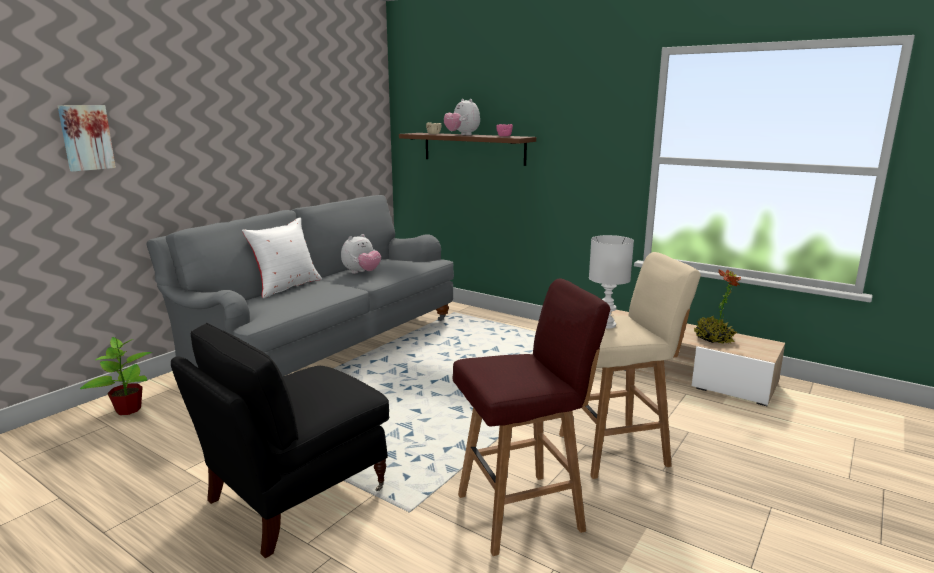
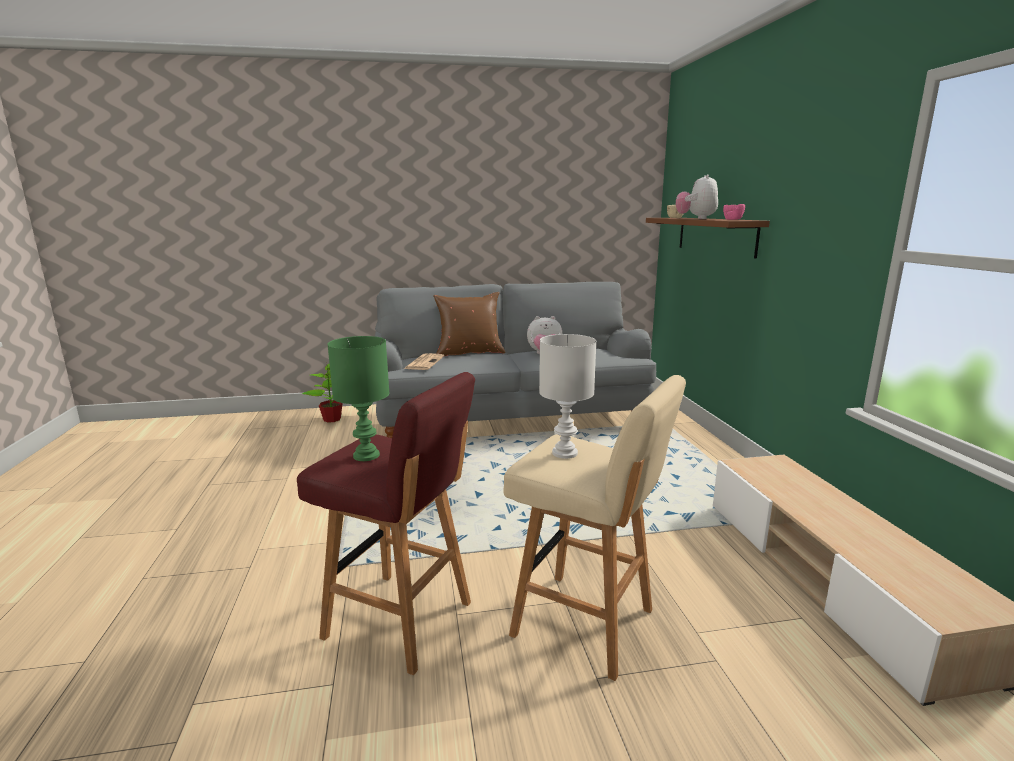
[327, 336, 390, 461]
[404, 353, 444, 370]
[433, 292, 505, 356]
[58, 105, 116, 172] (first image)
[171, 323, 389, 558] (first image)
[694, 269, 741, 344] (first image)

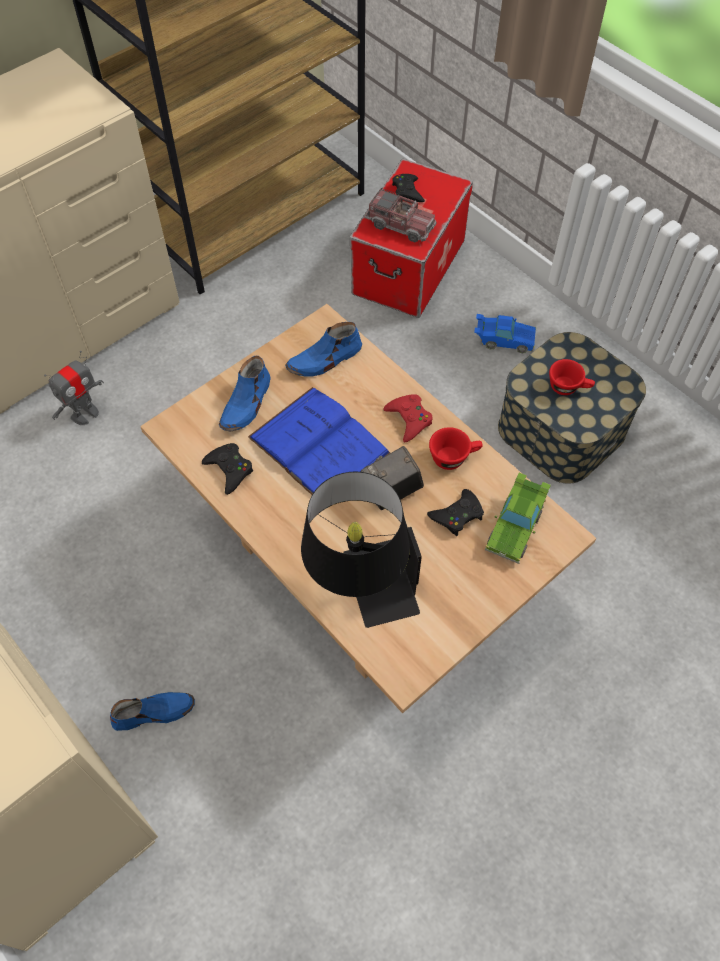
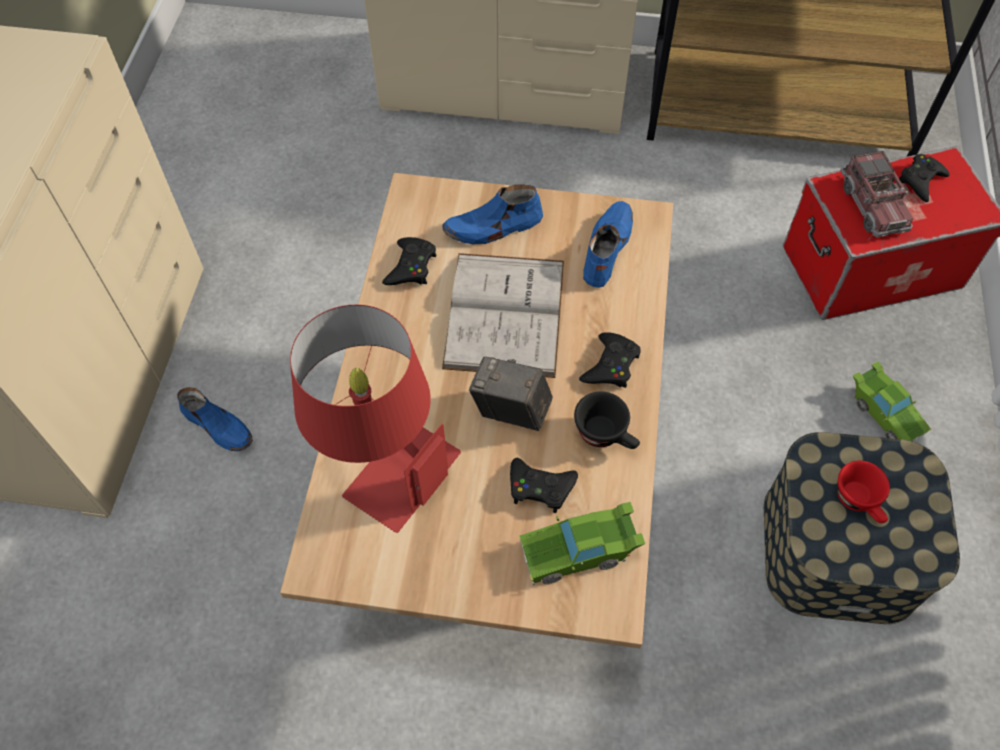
[290, 305, 461, 533]
[442, 253, 564, 378]
[574, 391, 640, 449]
[579, 332, 641, 388]
[583, 201, 633, 288]
[853, 361, 931, 442]
[44, 351, 104, 425] (first image)

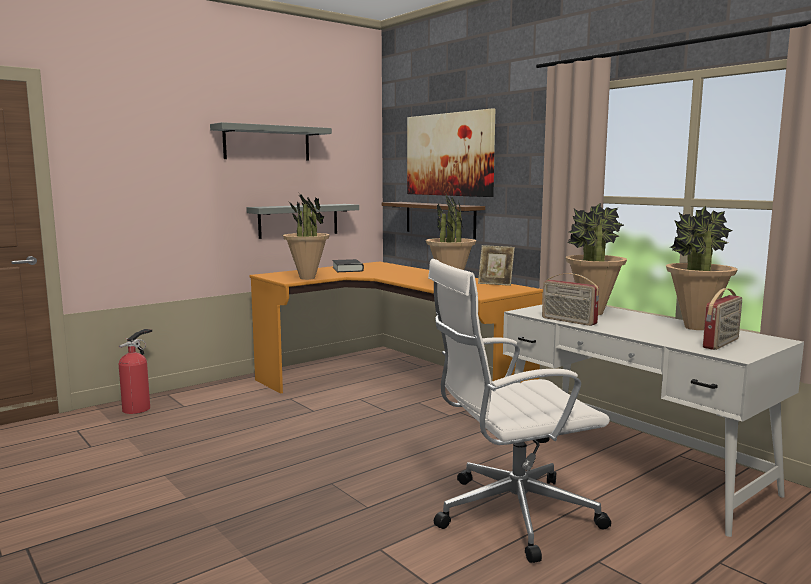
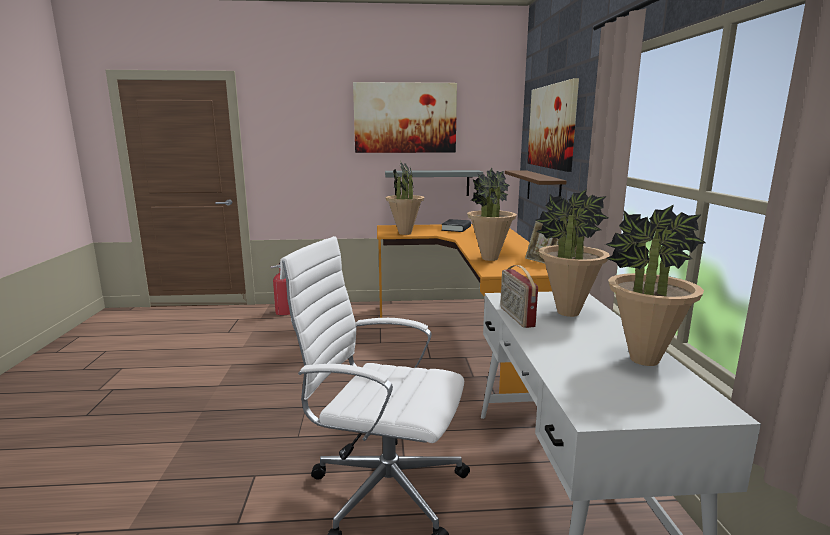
[353, 82, 457, 153]
[703, 288, 742, 350] (first image)

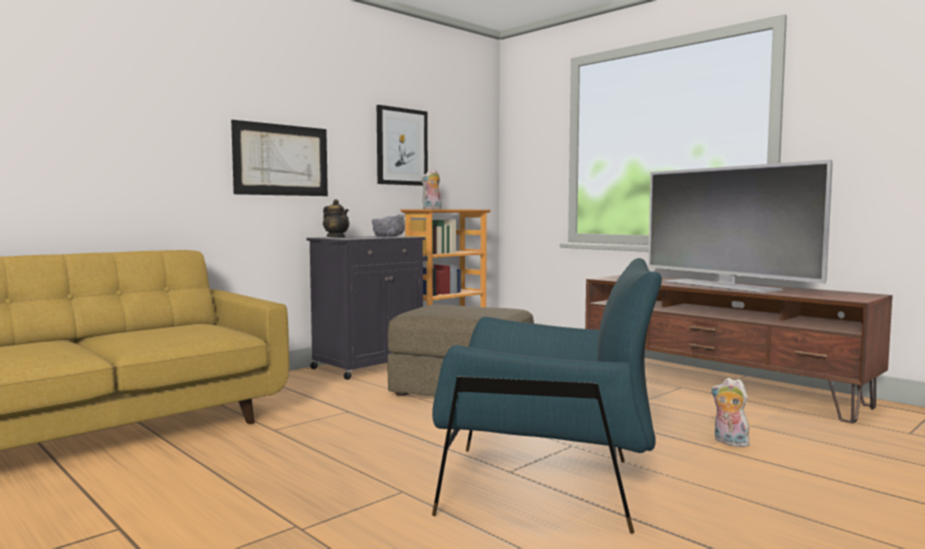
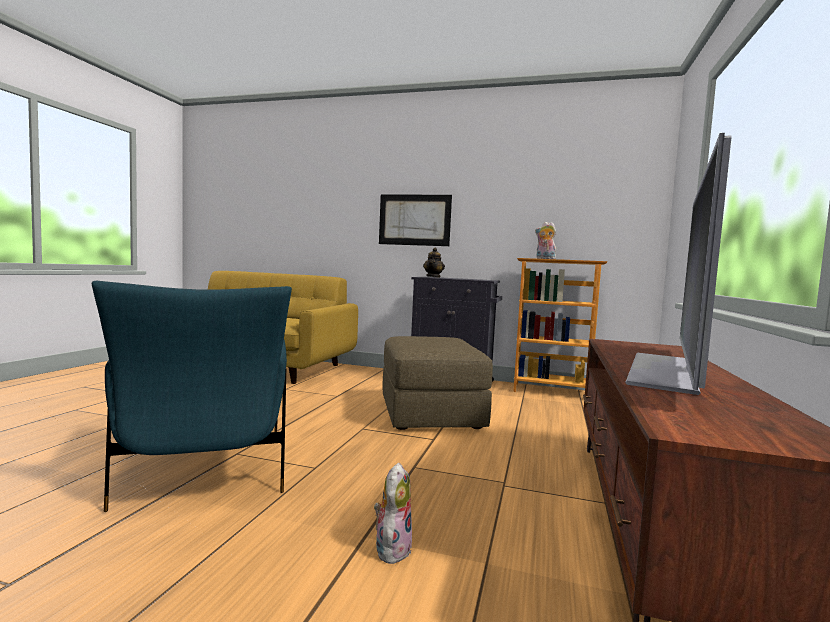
[372, 215, 405, 237] (first image)
[377, 105, 428, 186] (first image)

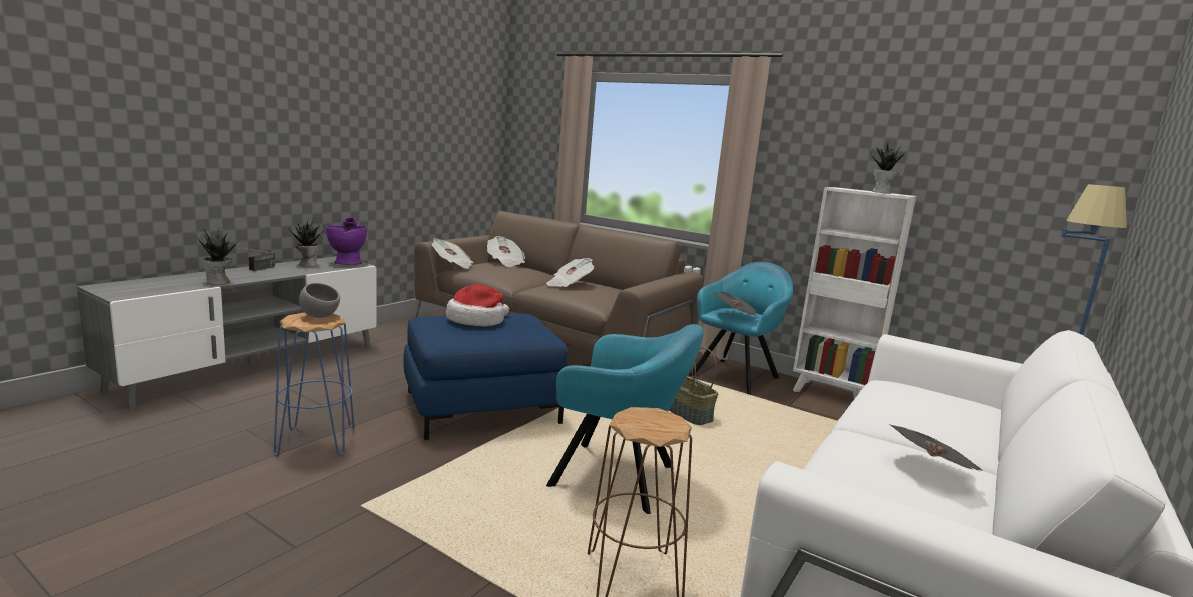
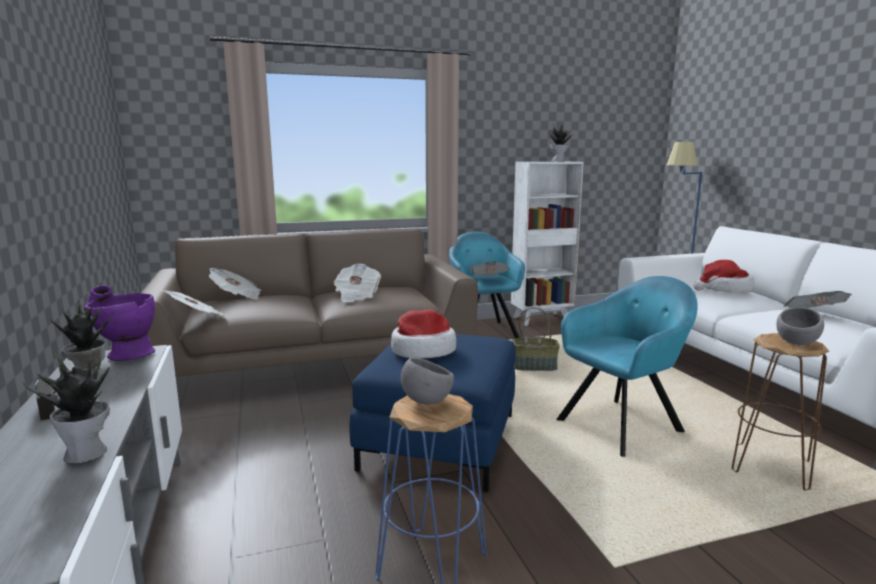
[693, 260, 754, 293]
[776, 307, 824, 345]

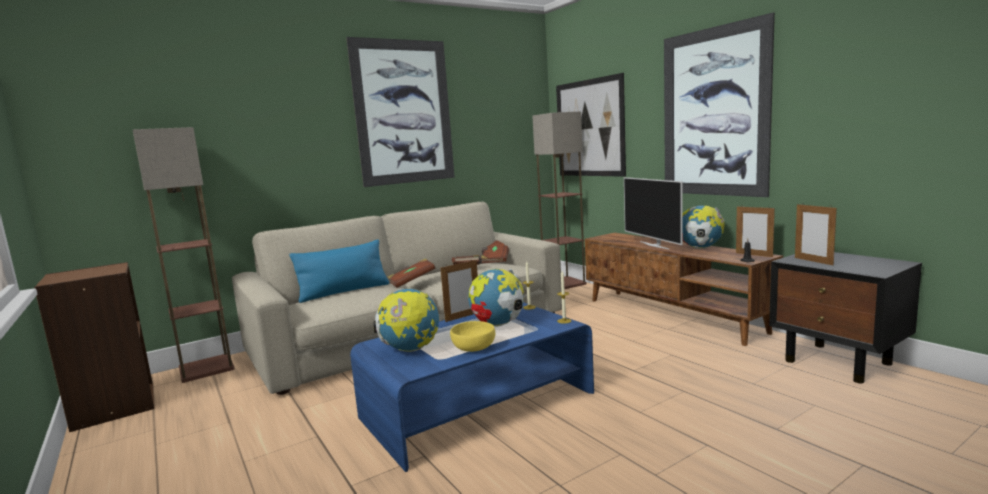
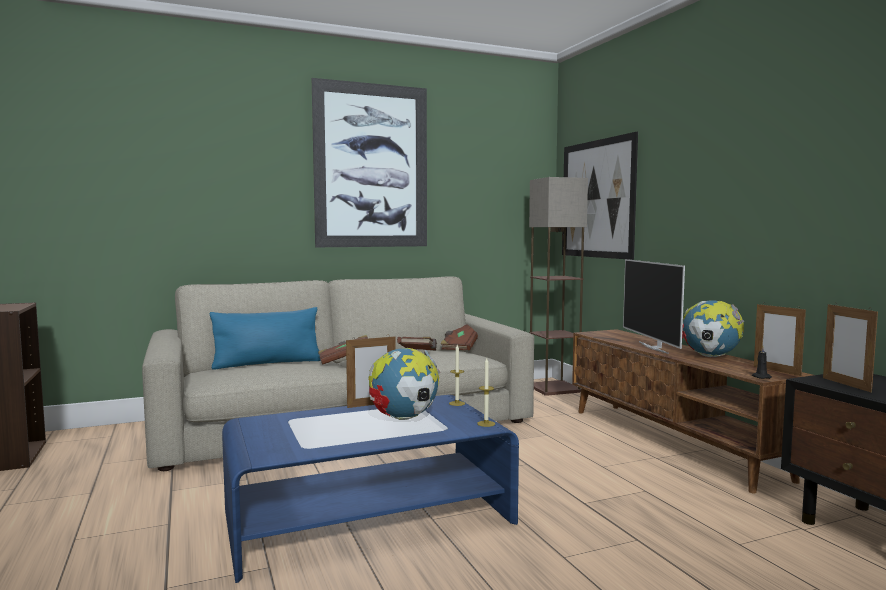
[133, 127, 235, 383] (first image)
[373, 288, 439, 352] (first image)
[450, 321, 495, 352] (first image)
[664, 12, 775, 197] (first image)

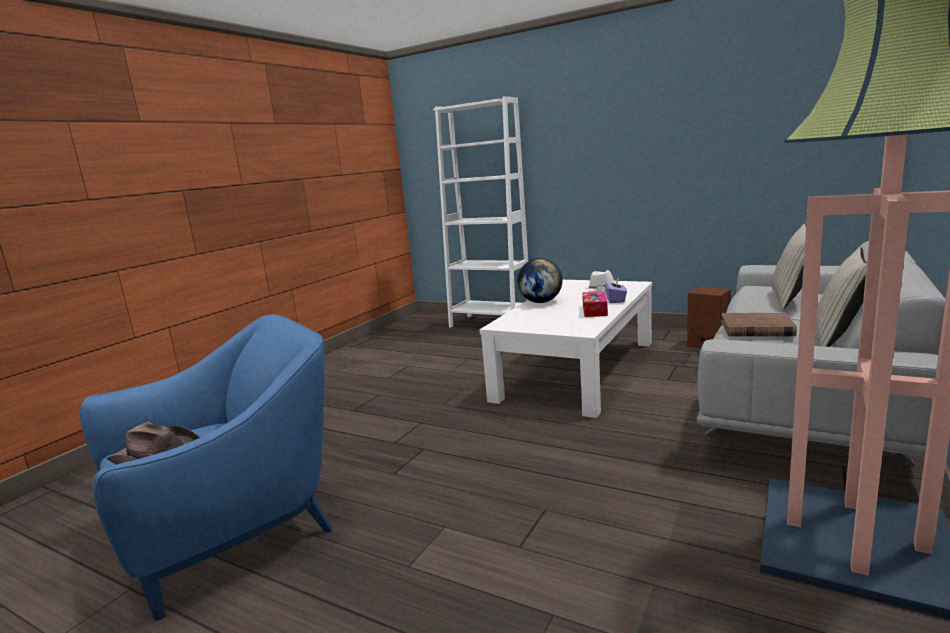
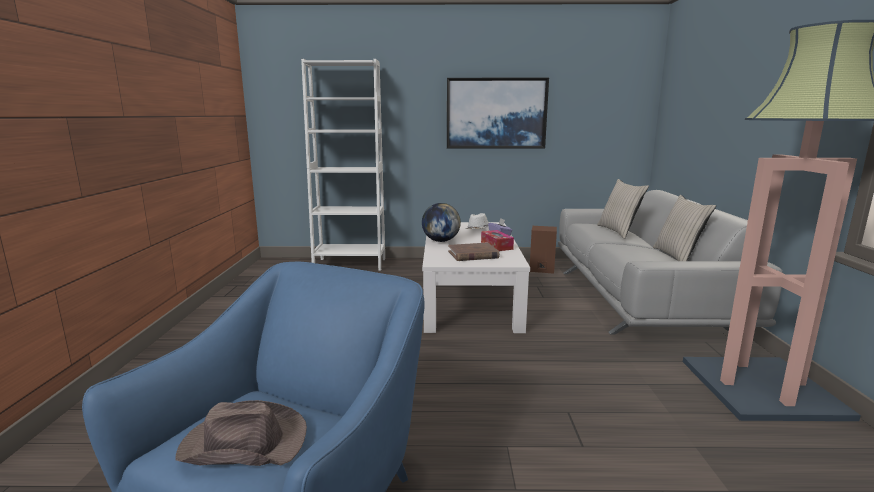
[447, 78, 549, 148]
[448, 243, 500, 261]

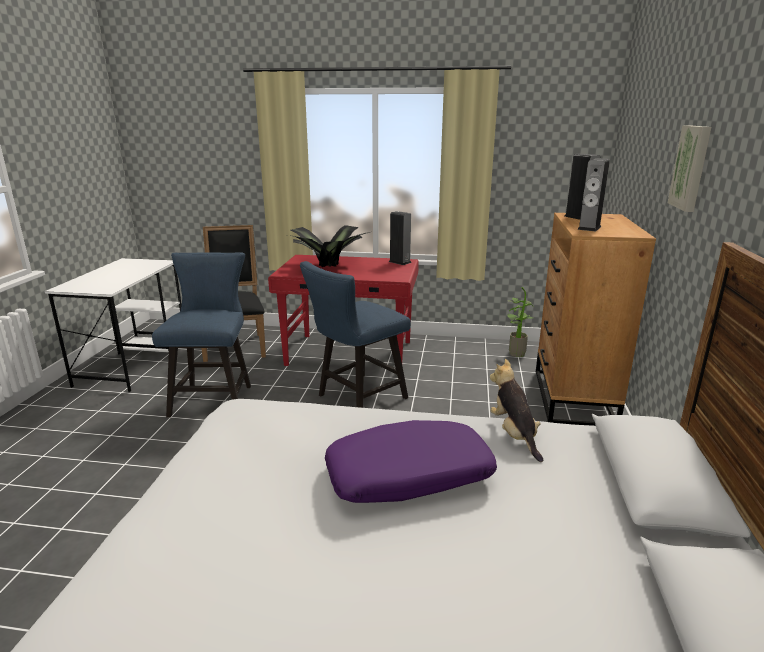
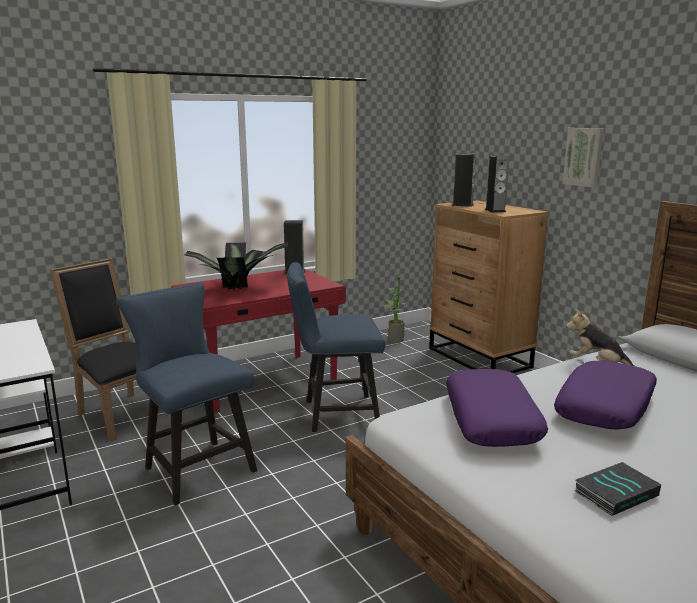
[287, 262, 385, 432]
[446, 369, 548, 447]
[575, 462, 661, 516]

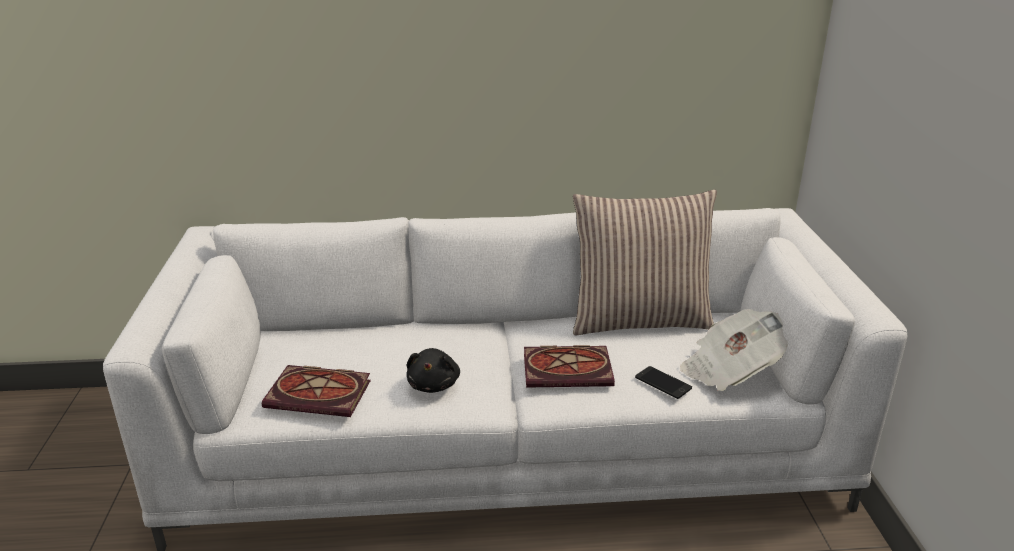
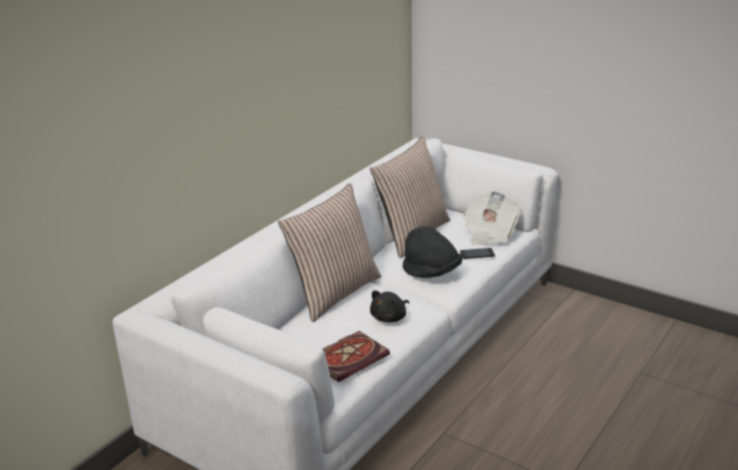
[278, 183, 381, 322]
[370, 290, 409, 322]
[403, 226, 462, 278]

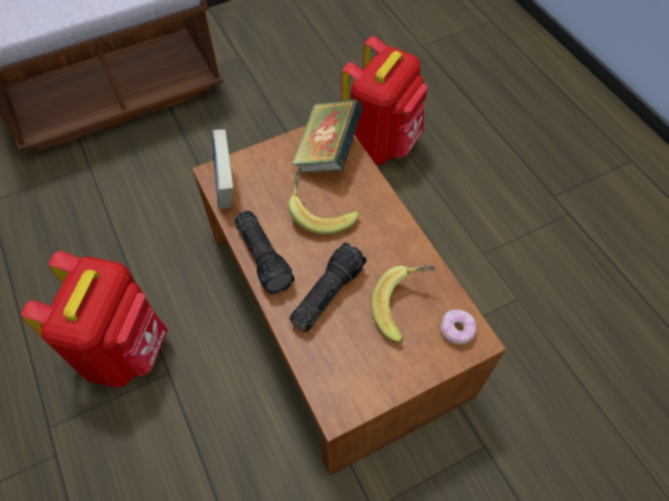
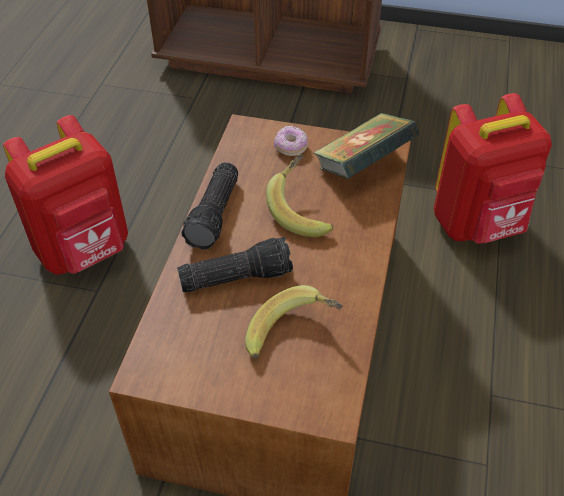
[274, 126, 308, 156]
[212, 129, 233, 209] (first image)

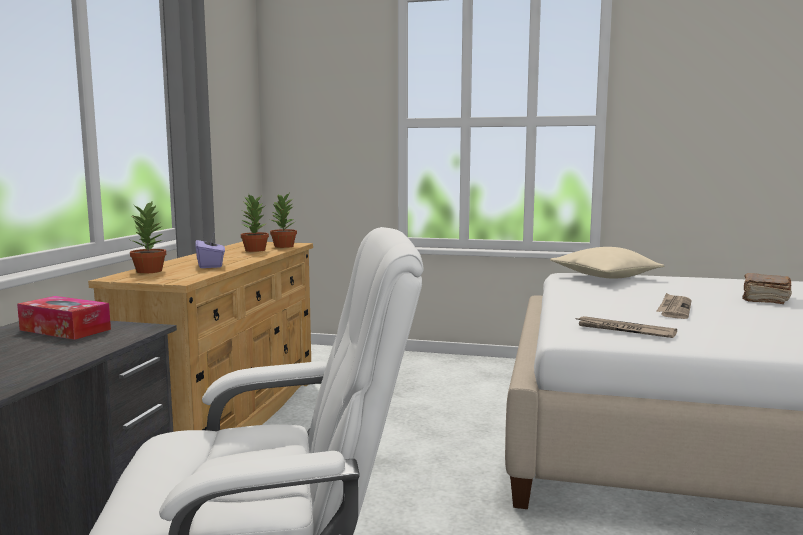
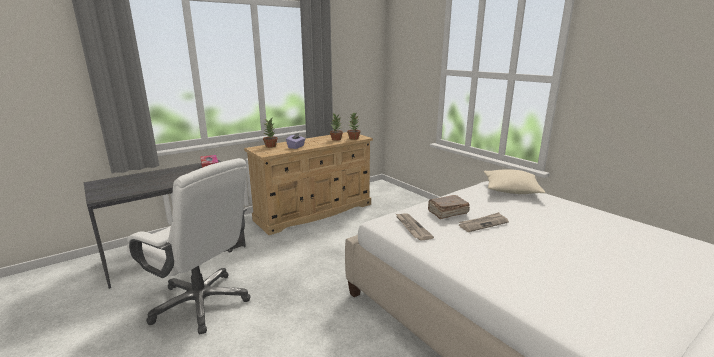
[428, 195, 470, 219]

